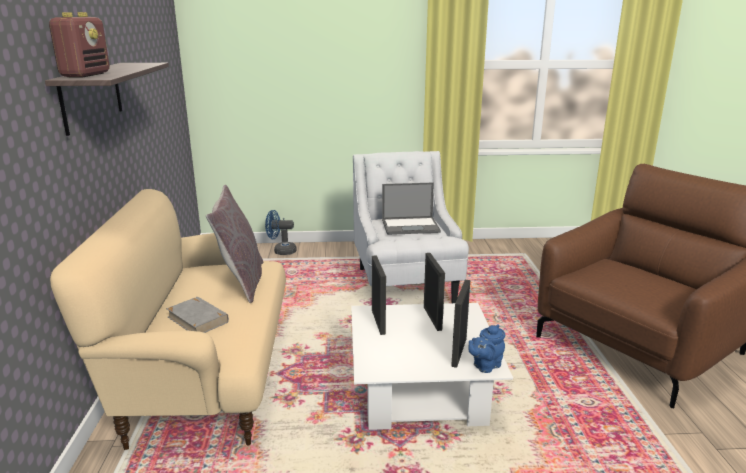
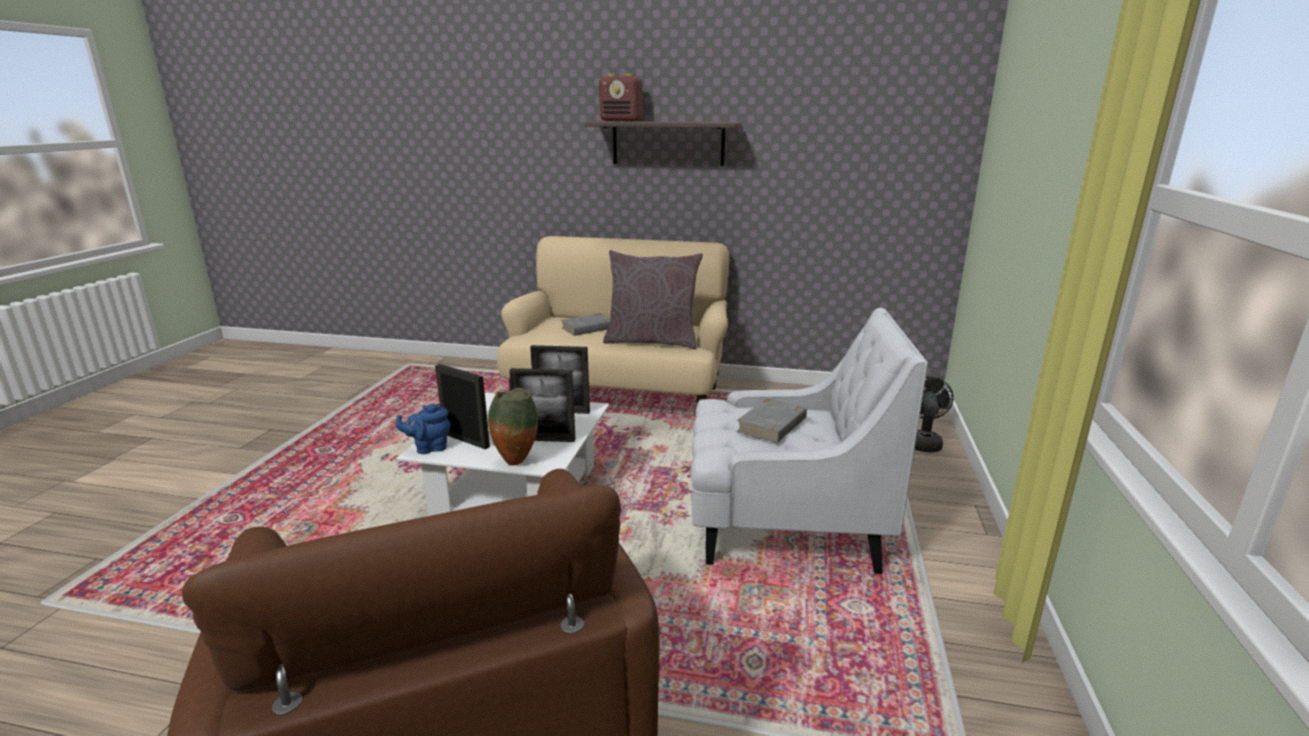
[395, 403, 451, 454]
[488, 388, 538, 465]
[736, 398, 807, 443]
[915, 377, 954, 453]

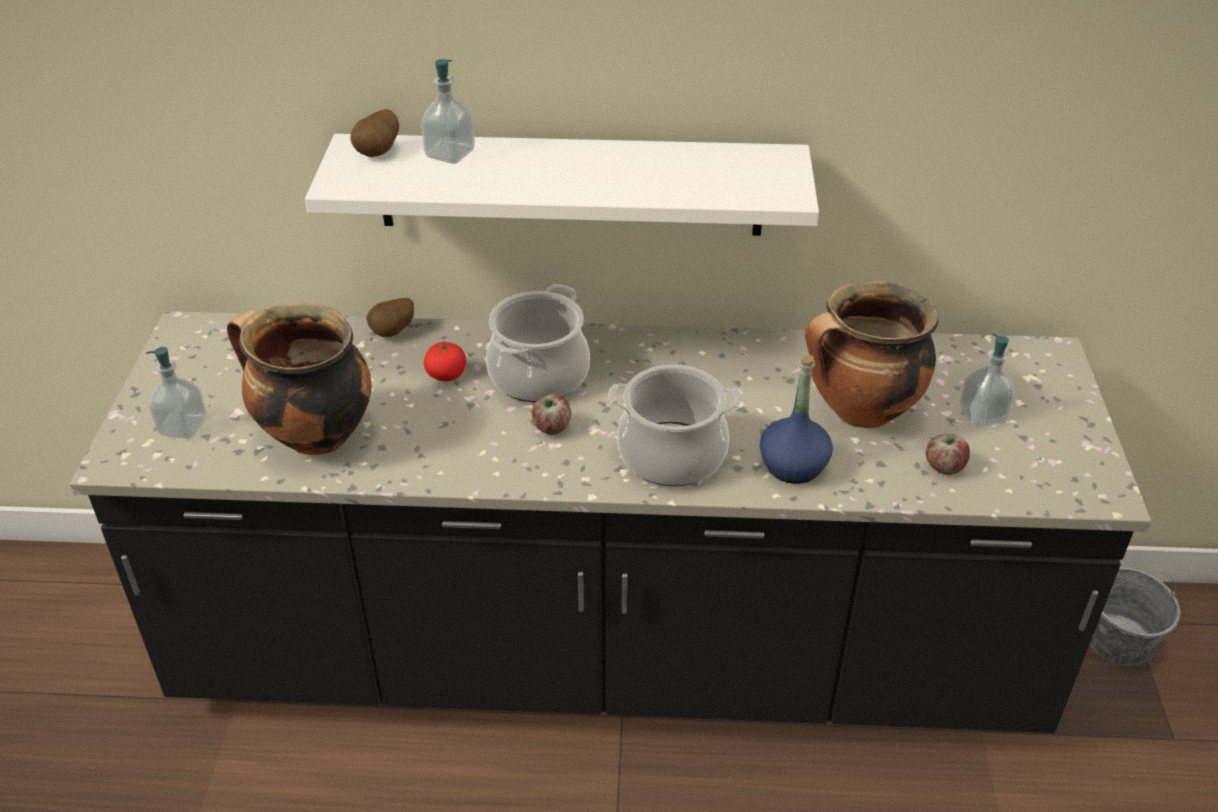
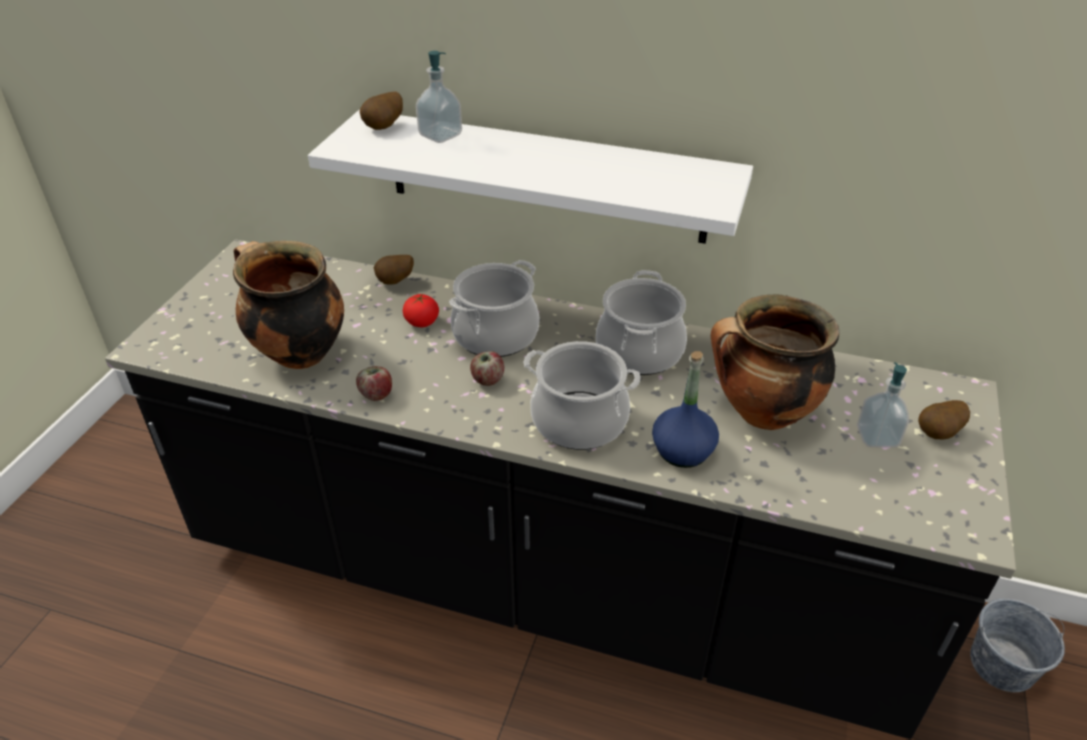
[356, 366, 392, 401]
[596, 270, 687, 375]
[918, 400, 970, 439]
[146, 347, 206, 439] (first image)

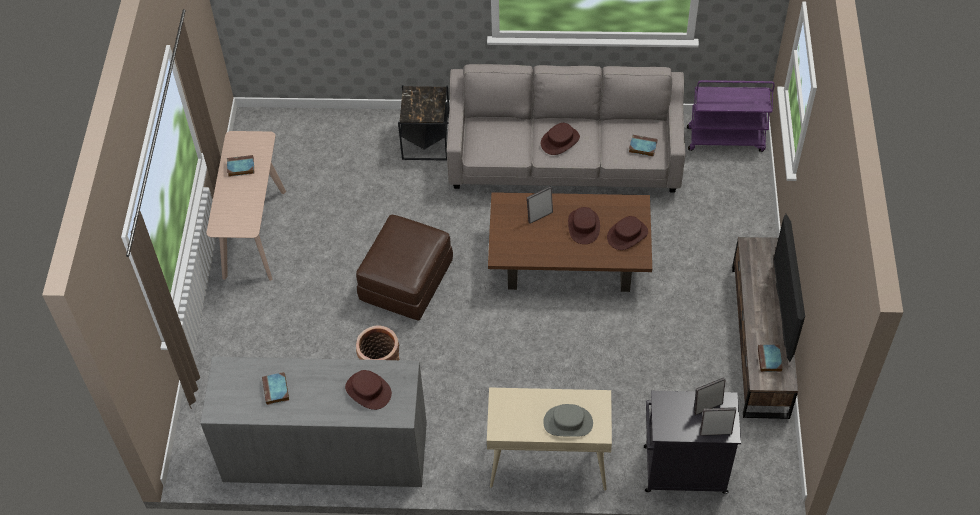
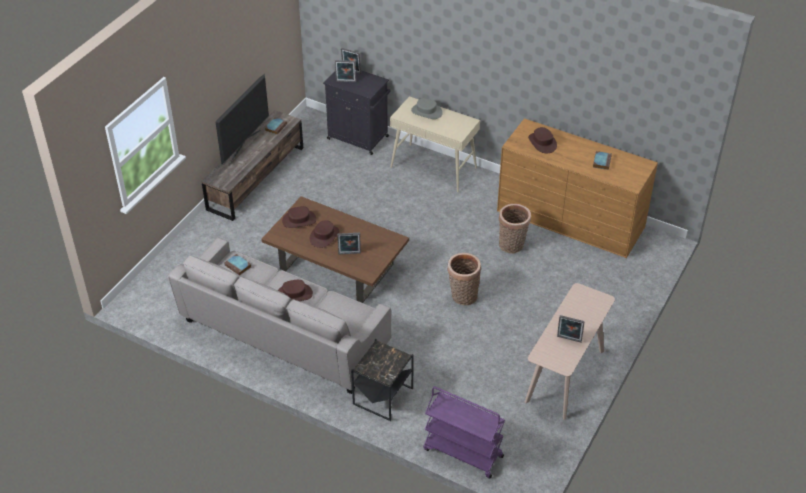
[423, 386, 505, 478]
[447, 253, 481, 305]
[497, 118, 658, 258]
[557, 315, 585, 343]

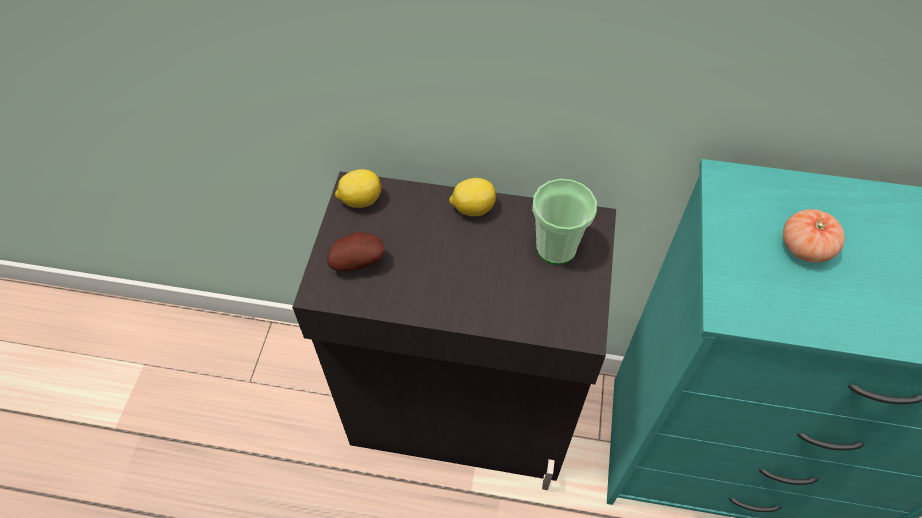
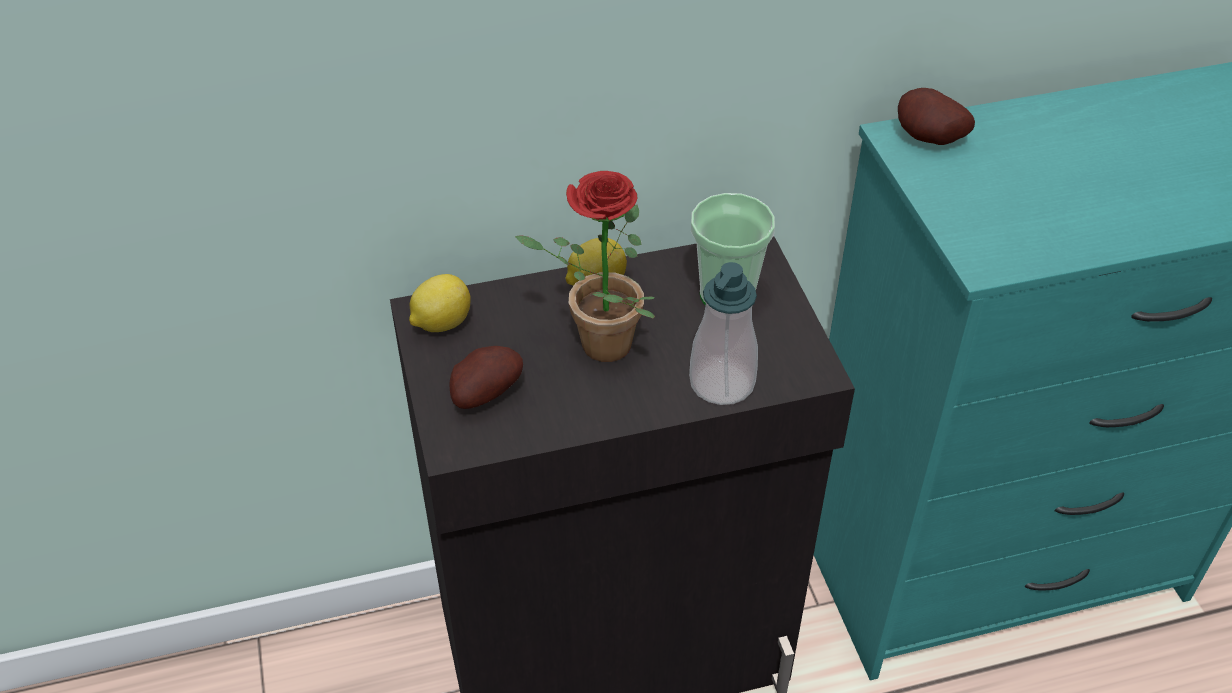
[515, 171, 655, 362]
[689, 262, 758, 405]
[898, 88, 975, 145]
[783, 209, 845, 263] (first image)

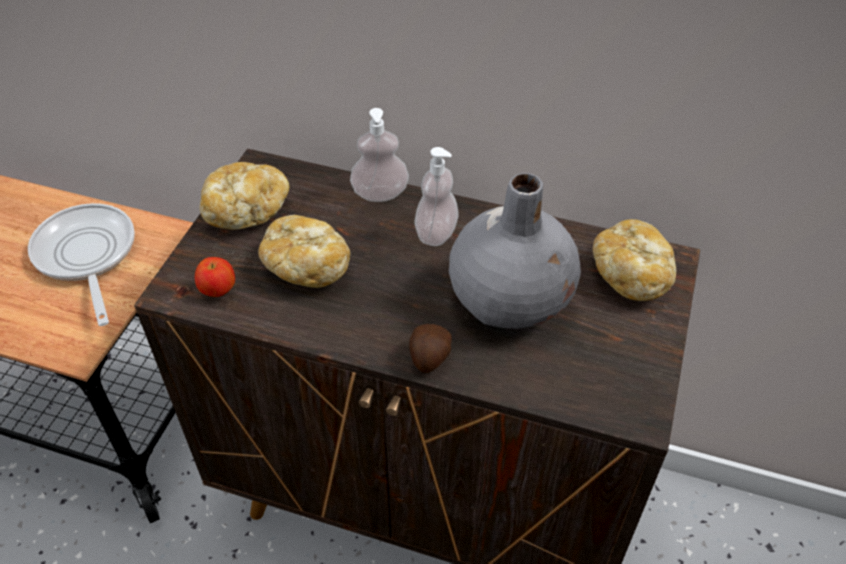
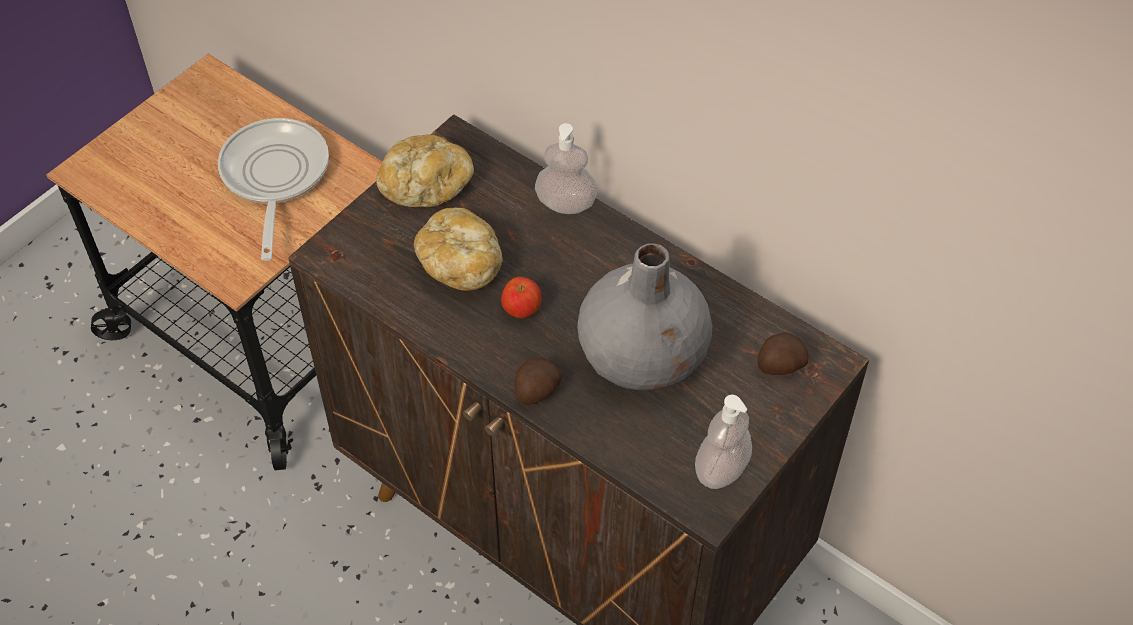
[501, 277, 542, 318]
[695, 395, 752, 489]
[758, 333, 809, 375]

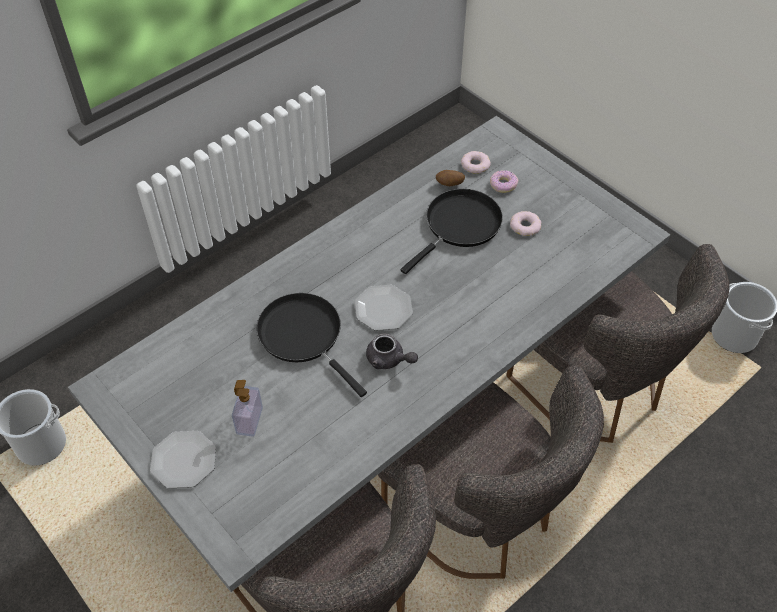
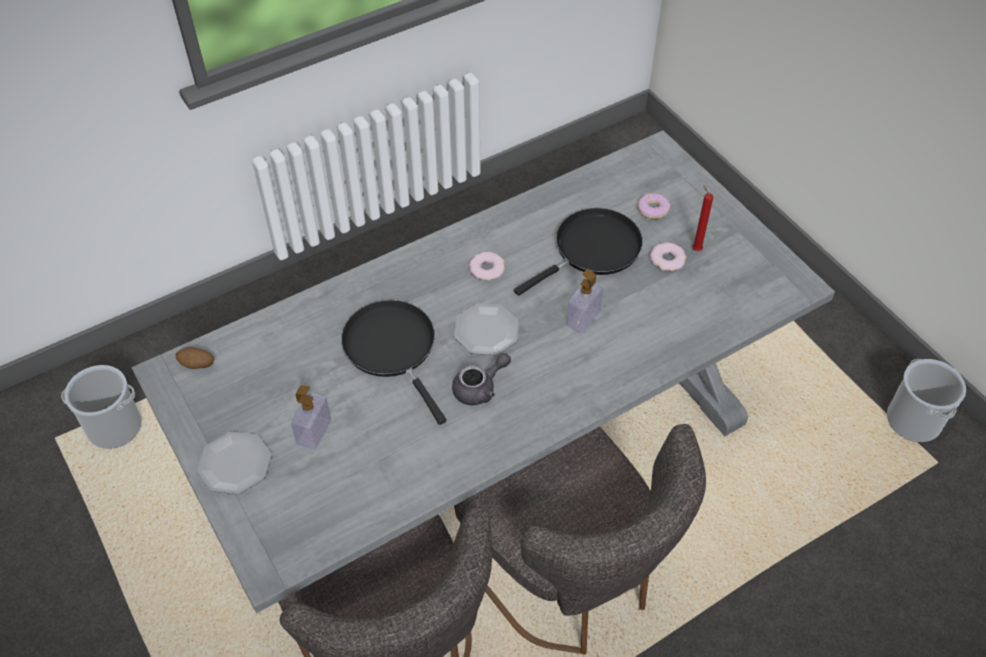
[175, 347, 214, 369]
[452, 353, 511, 405]
[469, 252, 505, 281]
[566, 269, 603, 333]
[692, 185, 713, 251]
[506, 244, 729, 443] (first image)

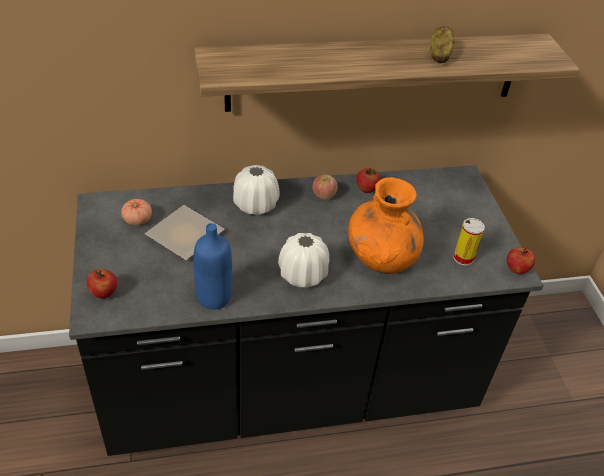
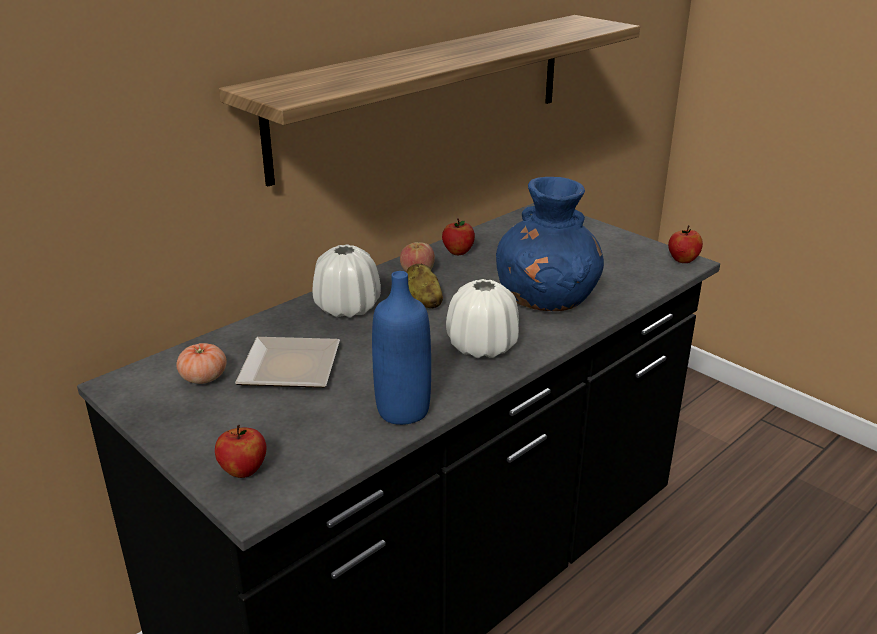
[406, 263, 443, 308]
[496, 177, 604, 311]
[453, 218, 485, 266] (first image)

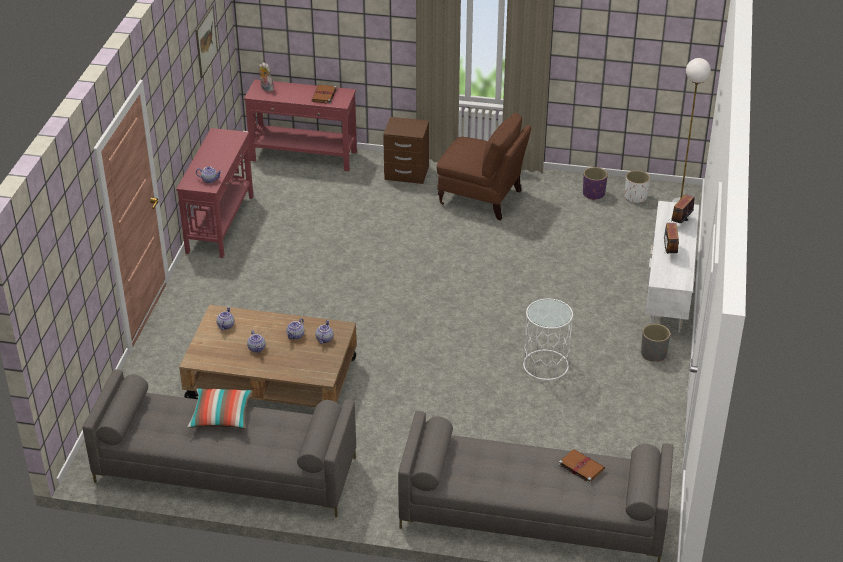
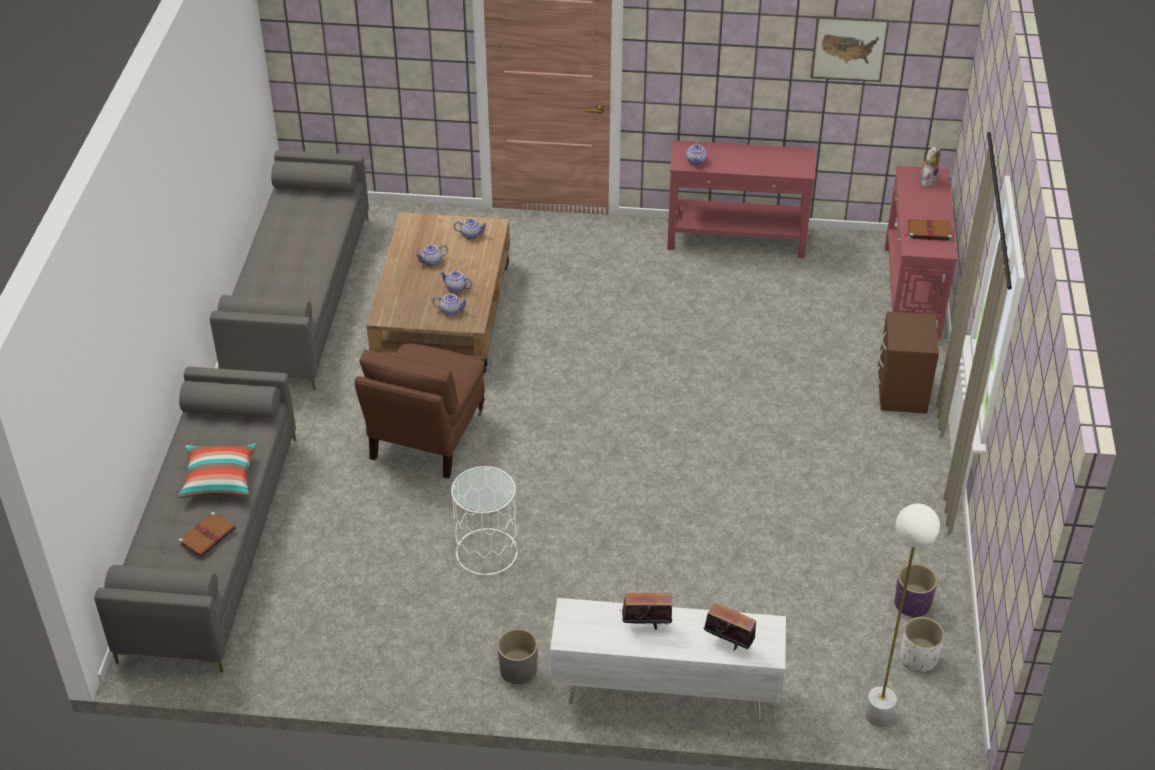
[178, 443, 256, 498]
[355, 343, 485, 479]

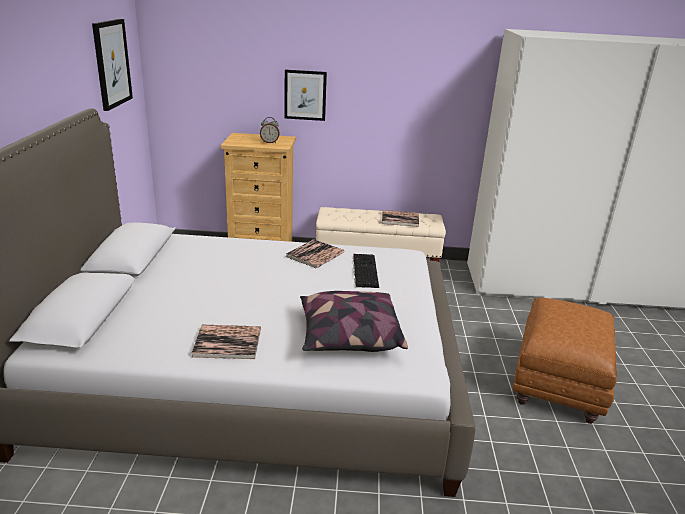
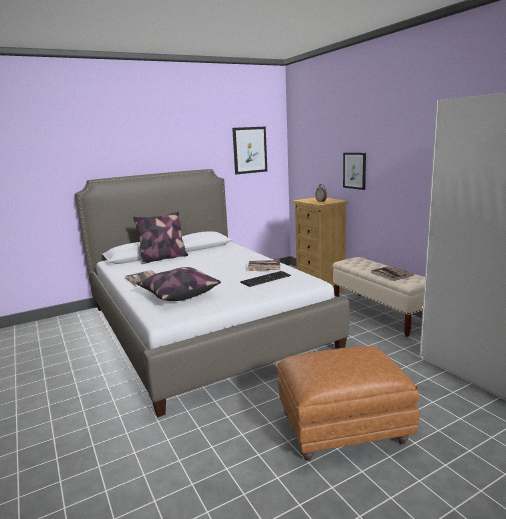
[133, 211, 188, 264]

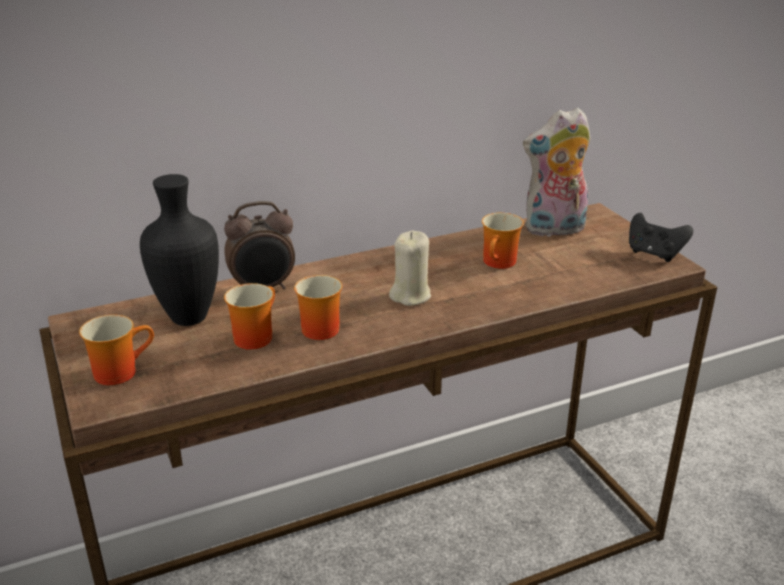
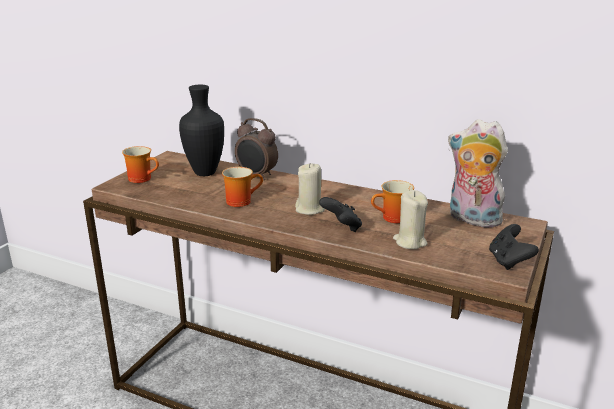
[319, 197, 362, 232]
[393, 190, 428, 249]
[224, 283, 275, 350] (first image)

